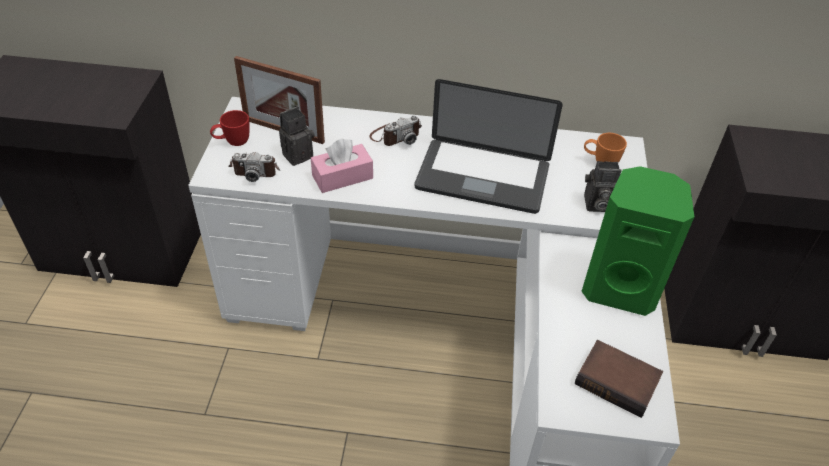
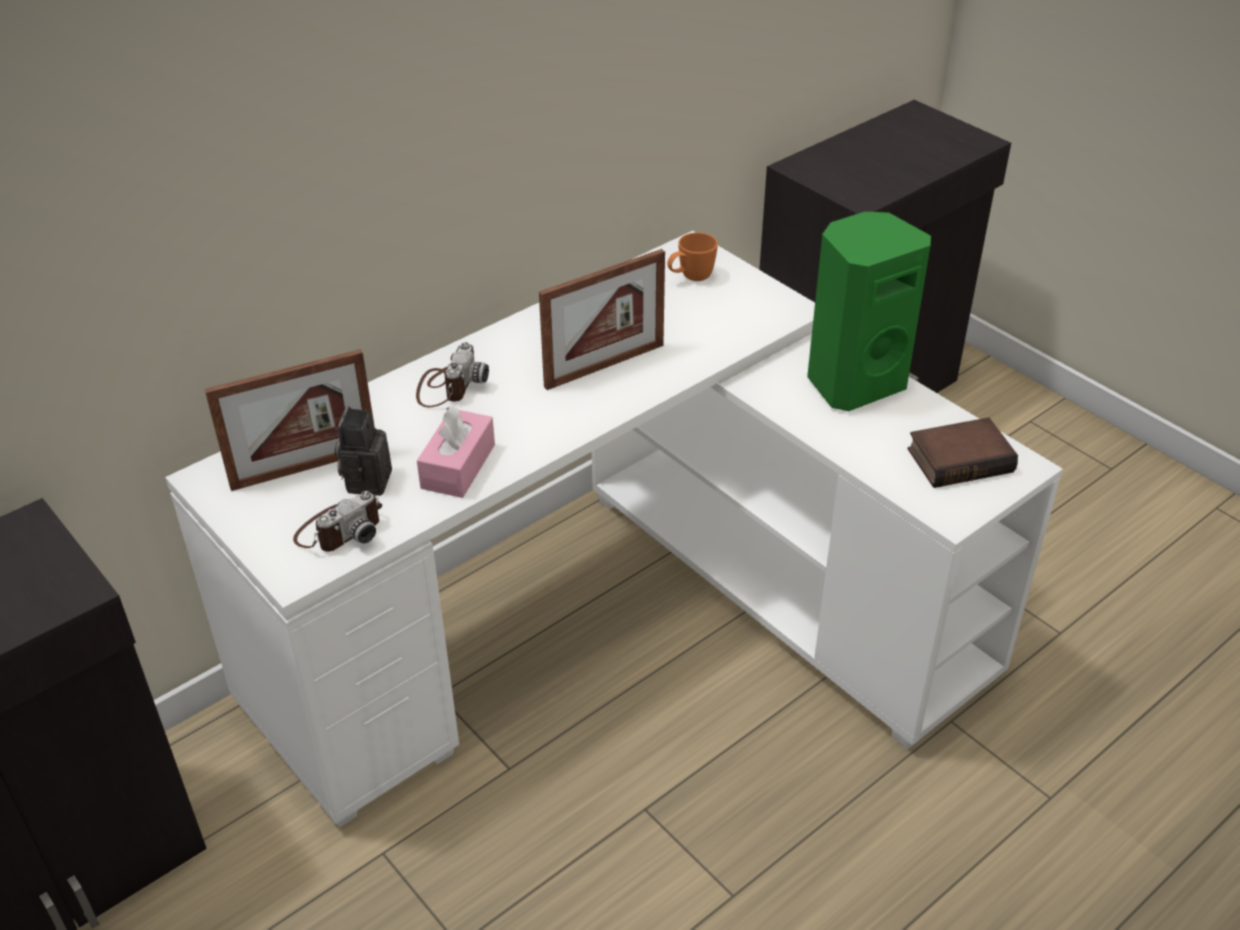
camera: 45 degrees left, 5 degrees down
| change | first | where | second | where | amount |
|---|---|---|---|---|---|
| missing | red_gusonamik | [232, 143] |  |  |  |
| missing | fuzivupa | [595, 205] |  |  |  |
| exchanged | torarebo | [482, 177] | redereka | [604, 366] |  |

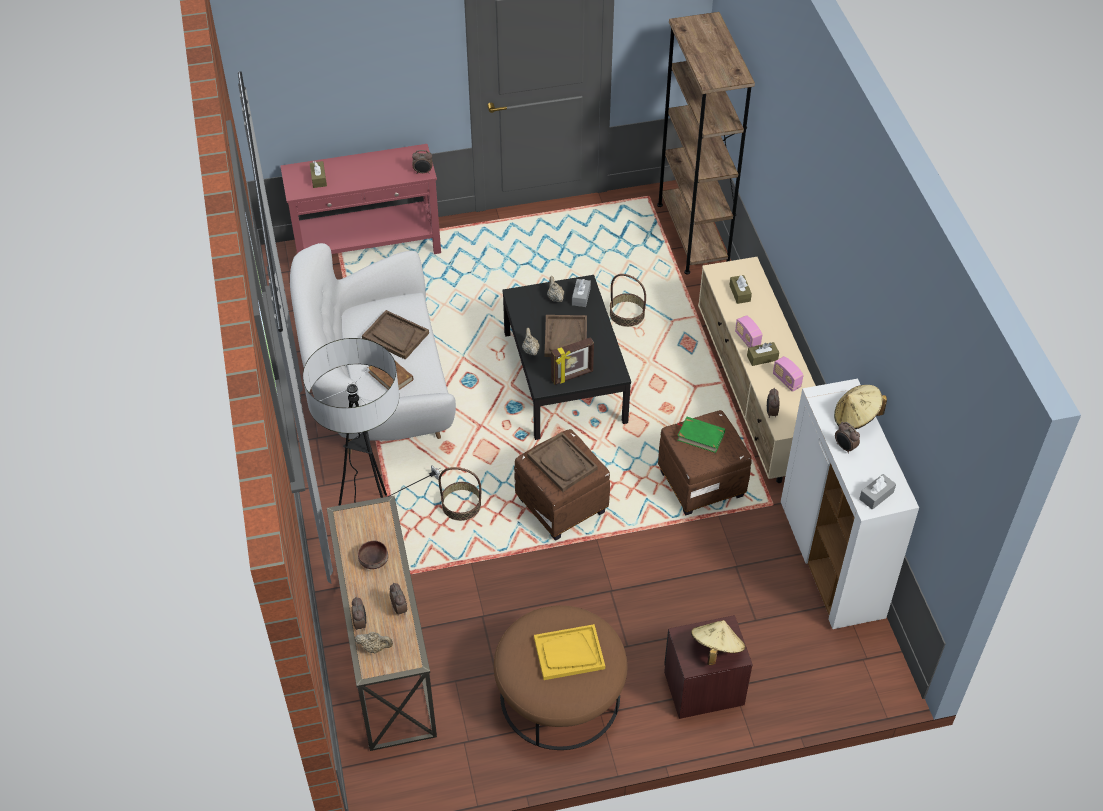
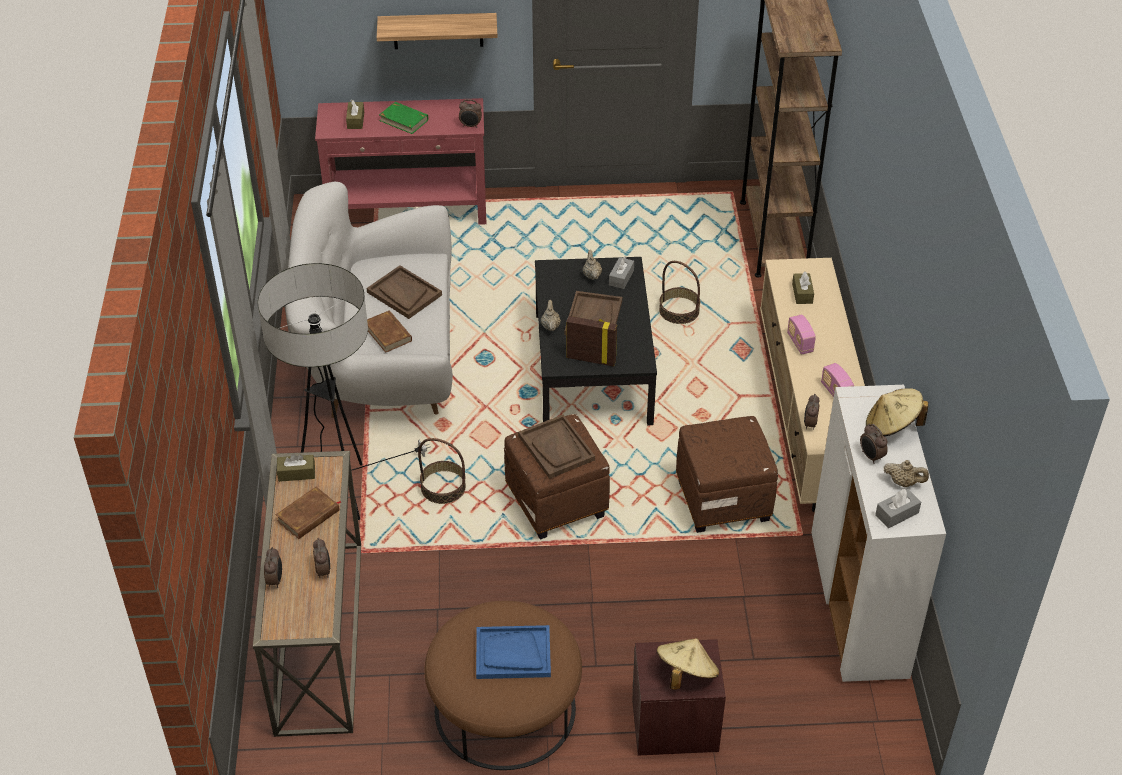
camera: 10 degrees right, 5 degrees down
| change | first | where | second | where | amount |
|---|---|---|---|---|---|
| appeared |  |  | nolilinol | [438, 30] |  |
| relocated | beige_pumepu | [375, 647] |  | [903, 482] |  |
| relocated | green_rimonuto | [700, 436] |  | [404, 120] |  |
| relocated | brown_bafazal | [762, 358] |  | [296, 473] |  |
| exchanged | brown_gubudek | [374, 560] | brown_rimonuto | [308, 516] |  |
| colour | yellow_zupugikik | [569, 653] | blue_zupugikik | [513, 654] |  |
| spun | redereka | [572, 376] |  | [591, 359] | 150 degrees counterclockwise |

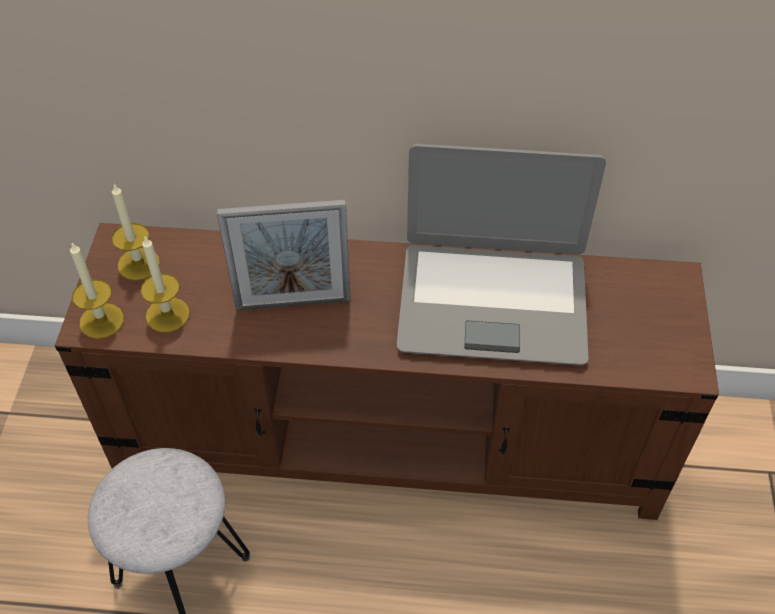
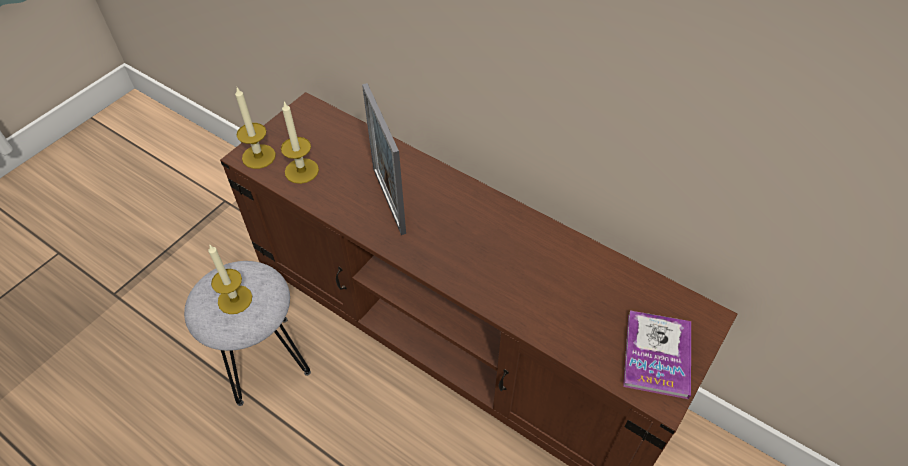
camera: 30 degrees right, 0 degrees up
| change | first | where | second | where | amount |
|---|---|---|---|---|---|
| missing | torarebo | [492, 302] |  |  |  |
| appeared |  |  | rimonuto | [657, 355] |  |
| relocated | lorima | [138, 264] |  | [235, 299] |  |
| spun | redereka | [293, 303] |  | [389, 200] | 45 degrees clockwise |

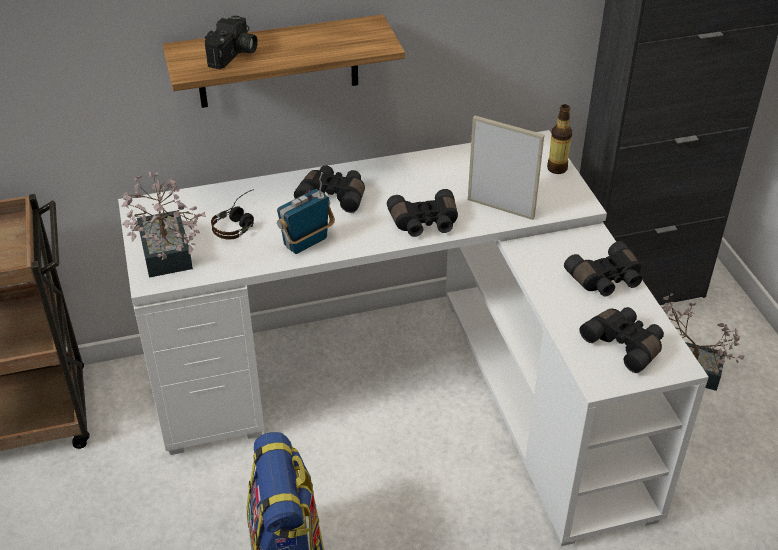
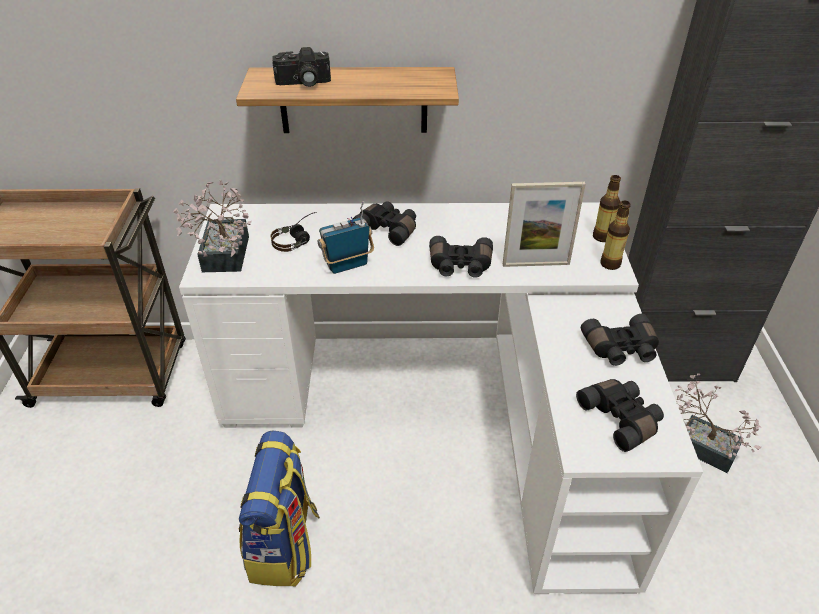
camera: 15 degrees right, 0 degrees up
| change | first | where | second | where | amount |
|---|---|---|---|---|---|
| appeared |  |  | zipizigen | [610, 264] |  |
| spun | fuzivupa | [234, 55] |  | [303, 83] | 45 degrees clockwise |
| spun | redereka | [500, 208] |  | [536, 264] | 135 degrees clockwise |

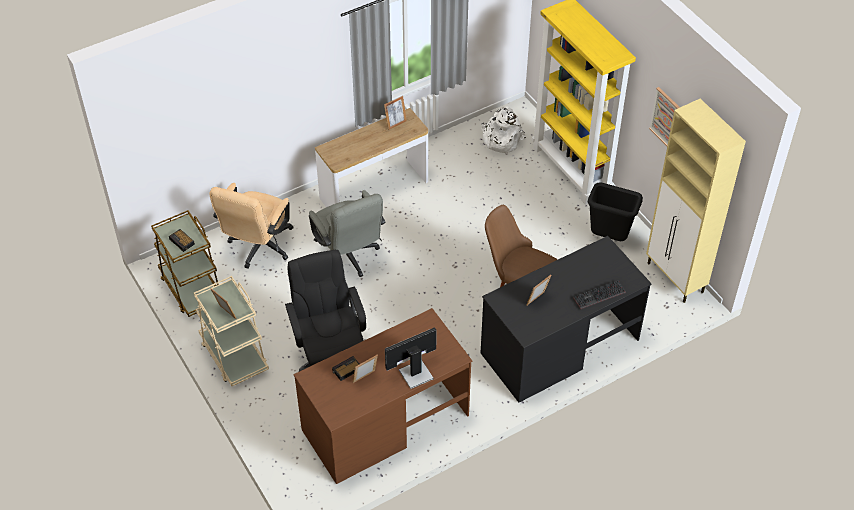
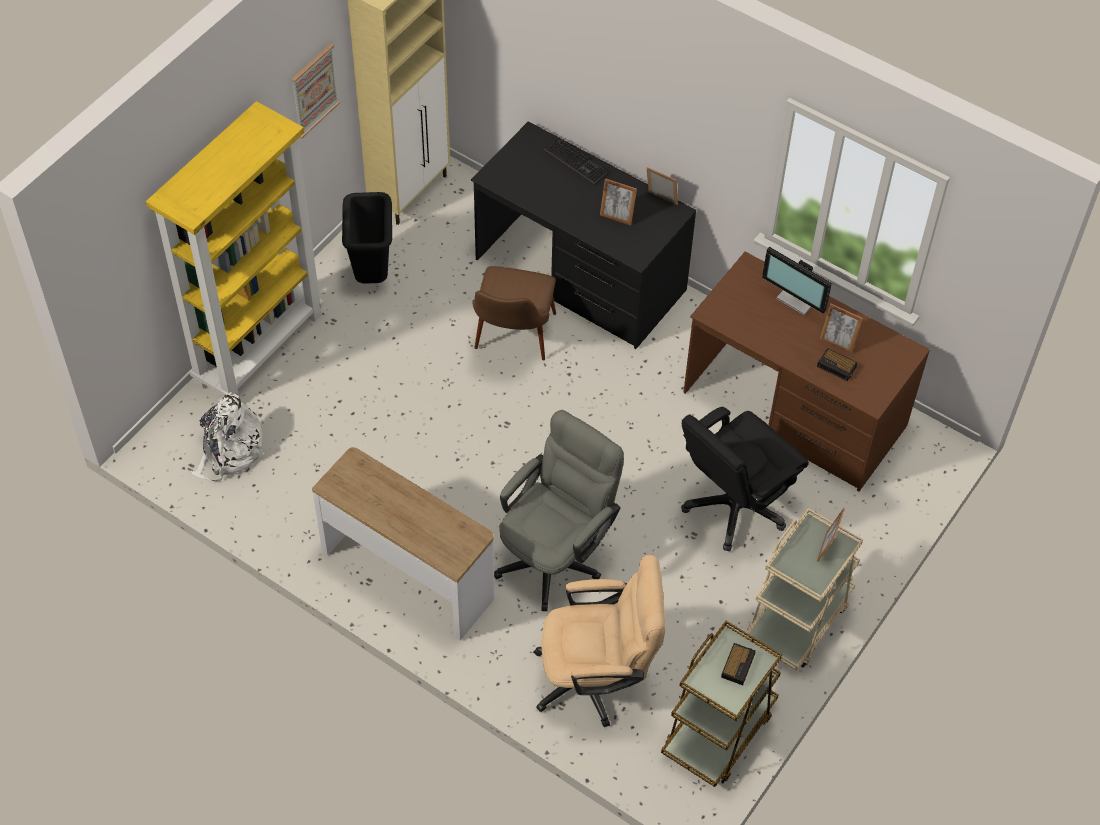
camera: 115 degrees left, 5 degrees up
| change | first | where | second | where | amount |
|---|---|---|---|---|---|
| relocated | redereka | [395, 123] |  | [661, 201] |  |

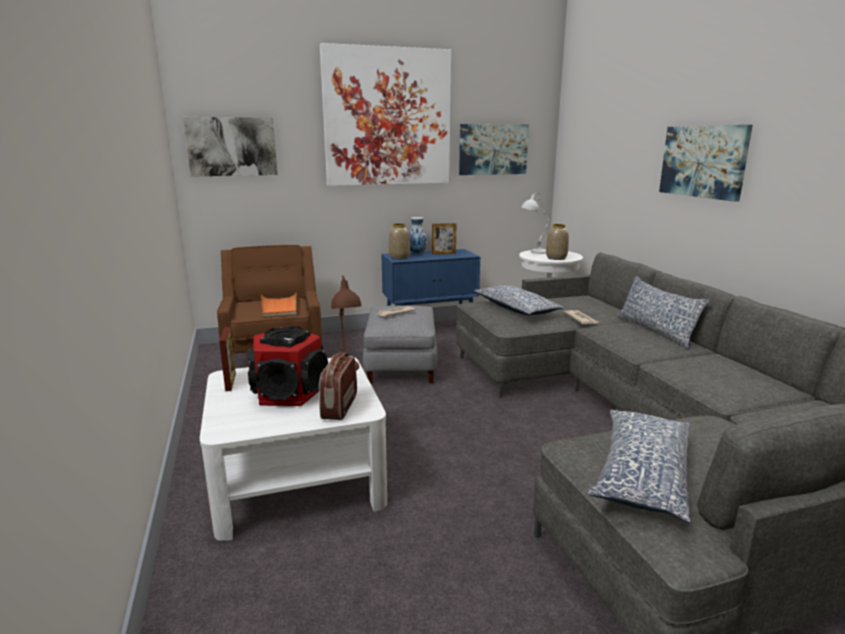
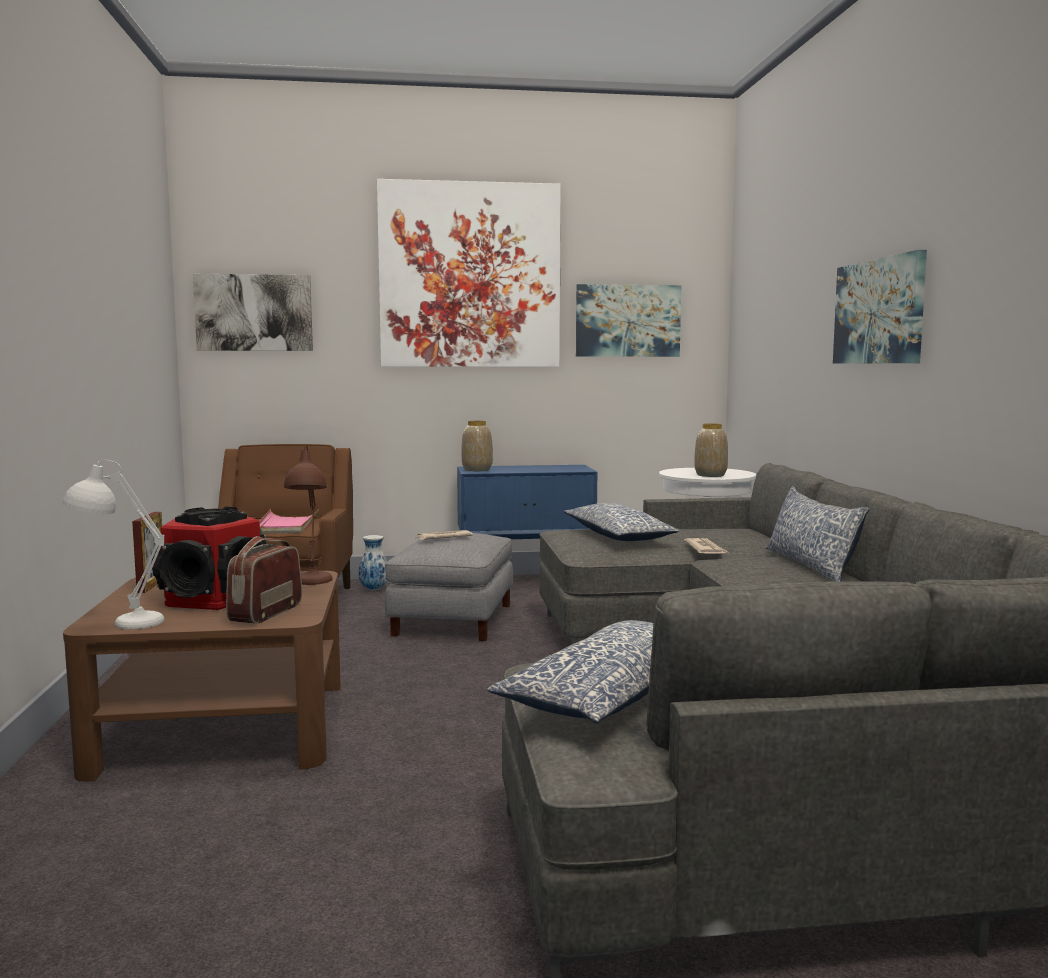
camera: 10 degrees right, 10 degrees down
| change | first | where | second | where | amount |
|---|---|---|---|---|---|
| missing | redereka | [444, 253] |  |  |  |
| relocated | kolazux | [417, 253] |  | [374, 589] |  |
| relocated | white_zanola | [533, 252] |  | [118, 623] |  |
| colour | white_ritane | [298, 477] | brown_ritane | [224, 726] |  |
| colour | orange_zupugikik | [279, 307] | pink_zupugikik | [286, 525] |  |

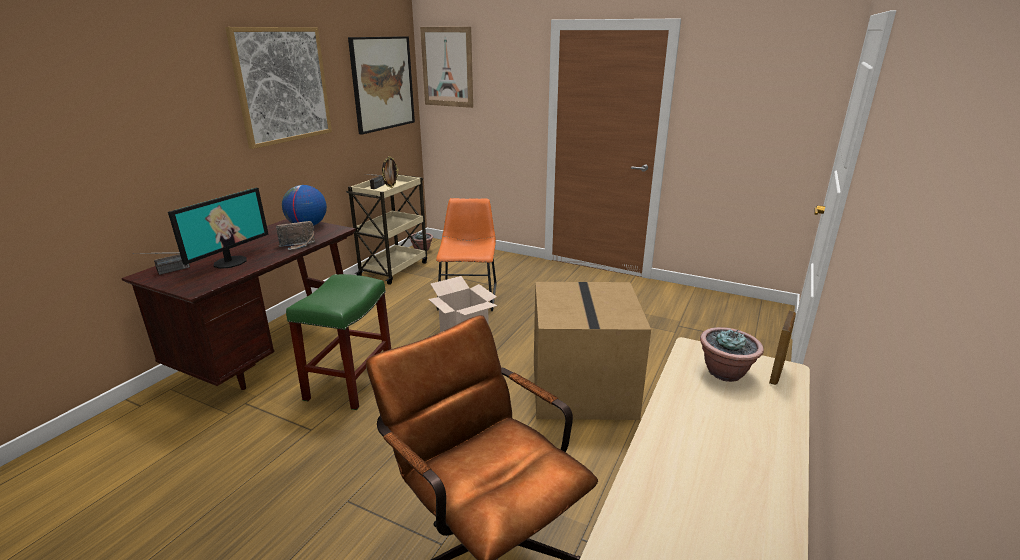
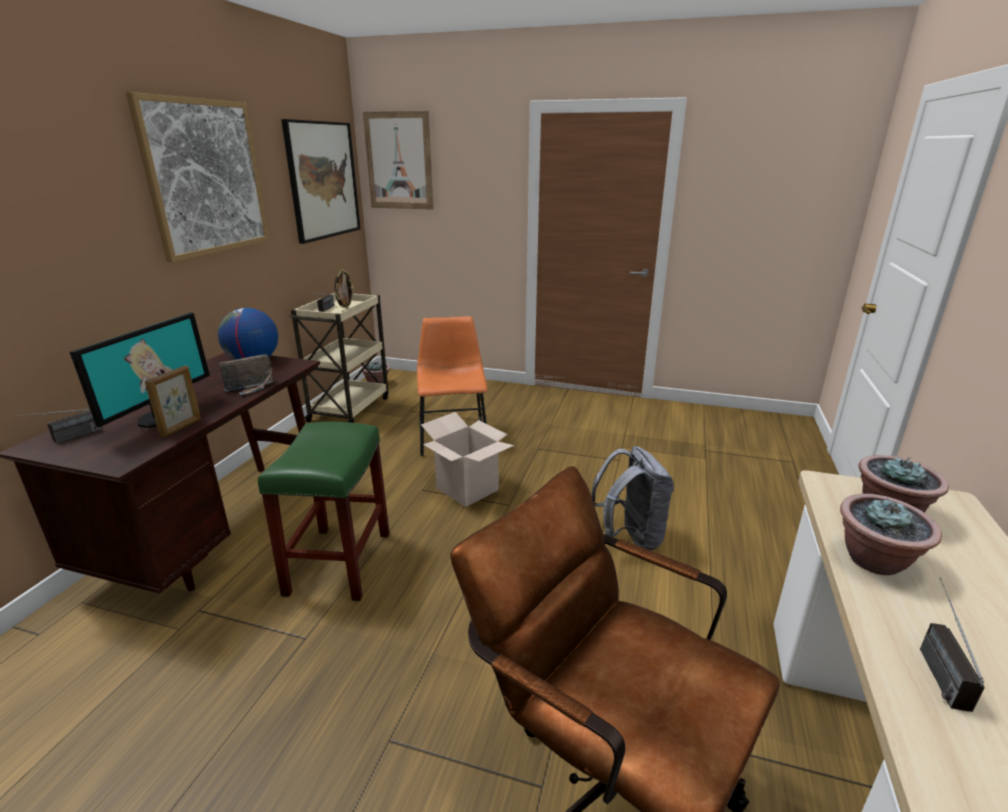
camera: 10 degrees left, 0 degrees up
| change | first | where | second | where | amount |
|---|---|---|---|---|---|
| appeared |  |  | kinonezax | [875, 561] |  |
| appeared |  |  | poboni | [933, 662] |  |
| relocated | redereka | [776, 373] |  | [182, 428] |  |
| exchanged | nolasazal | [580, 387] | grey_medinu | [630, 537] |  |

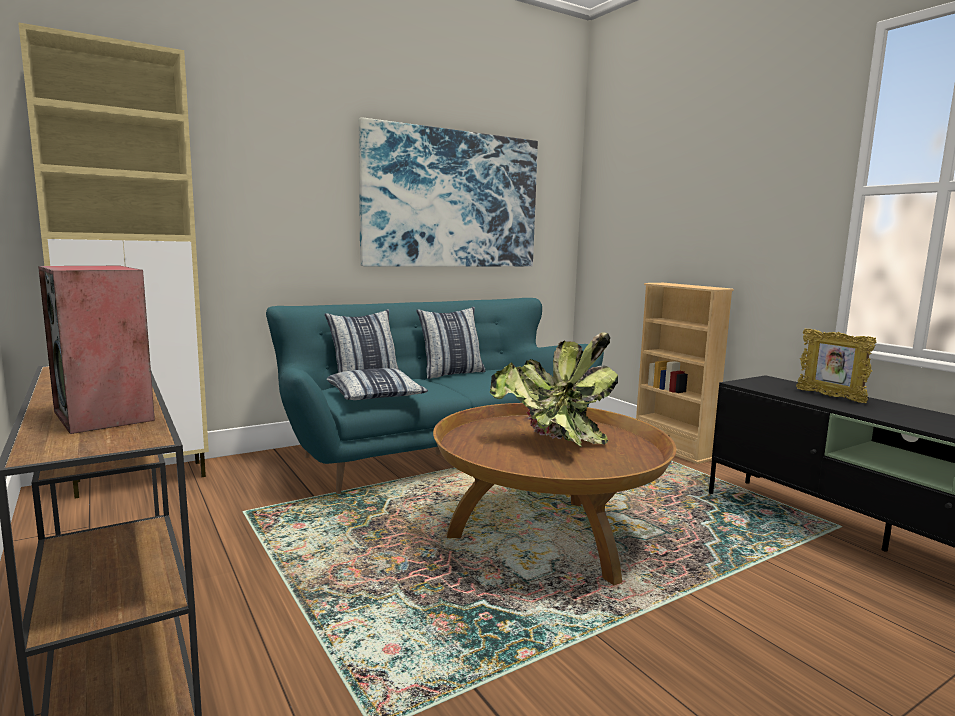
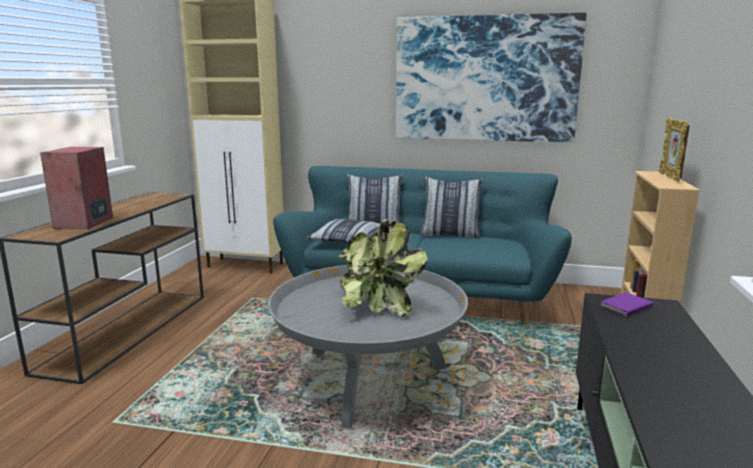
camera: 45 degrees right, 5 degrees up
| change | first | where | second | where | amount |
|---|---|---|---|---|---|
| appeared |  |  | purple_rimonuto | [627, 307] |  |
| relocated | redereka | [830, 396] |  | [669, 178] |  |
| colour | brown_ritane | [546, 536] | grey_ritane | [369, 379] |  |

